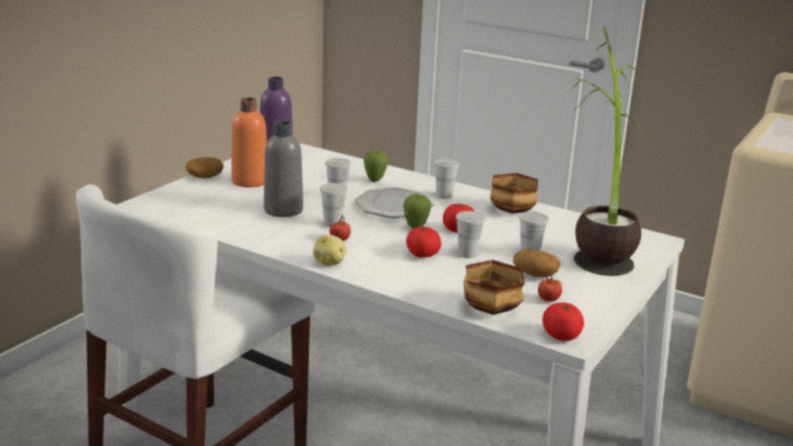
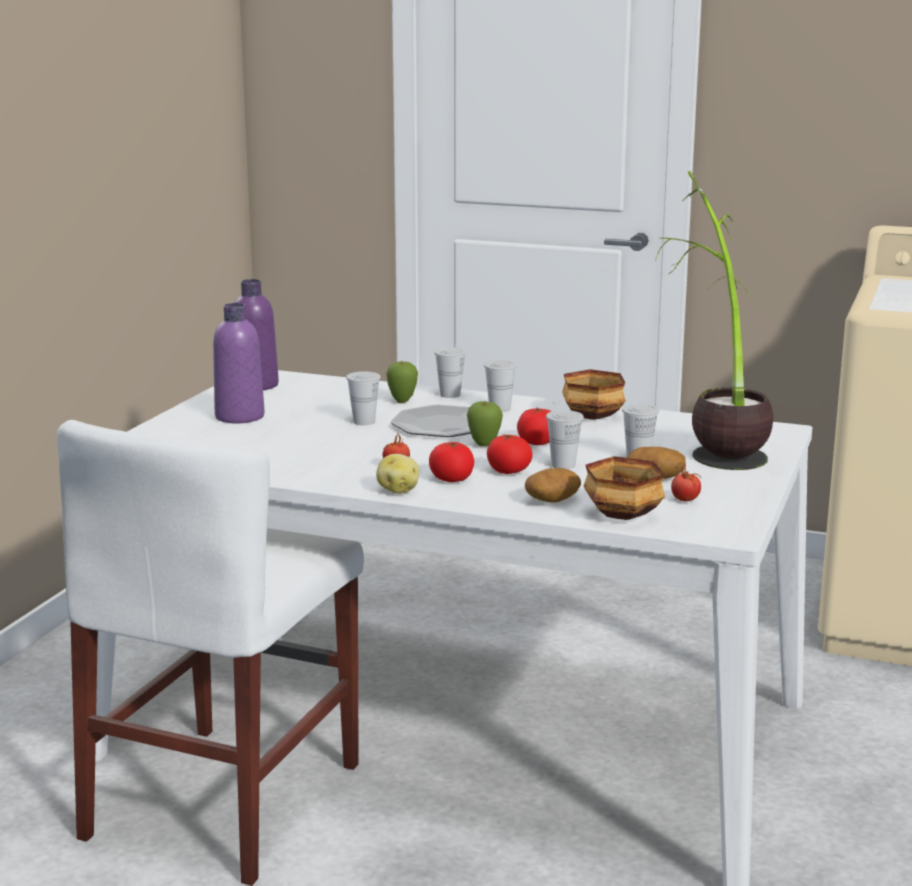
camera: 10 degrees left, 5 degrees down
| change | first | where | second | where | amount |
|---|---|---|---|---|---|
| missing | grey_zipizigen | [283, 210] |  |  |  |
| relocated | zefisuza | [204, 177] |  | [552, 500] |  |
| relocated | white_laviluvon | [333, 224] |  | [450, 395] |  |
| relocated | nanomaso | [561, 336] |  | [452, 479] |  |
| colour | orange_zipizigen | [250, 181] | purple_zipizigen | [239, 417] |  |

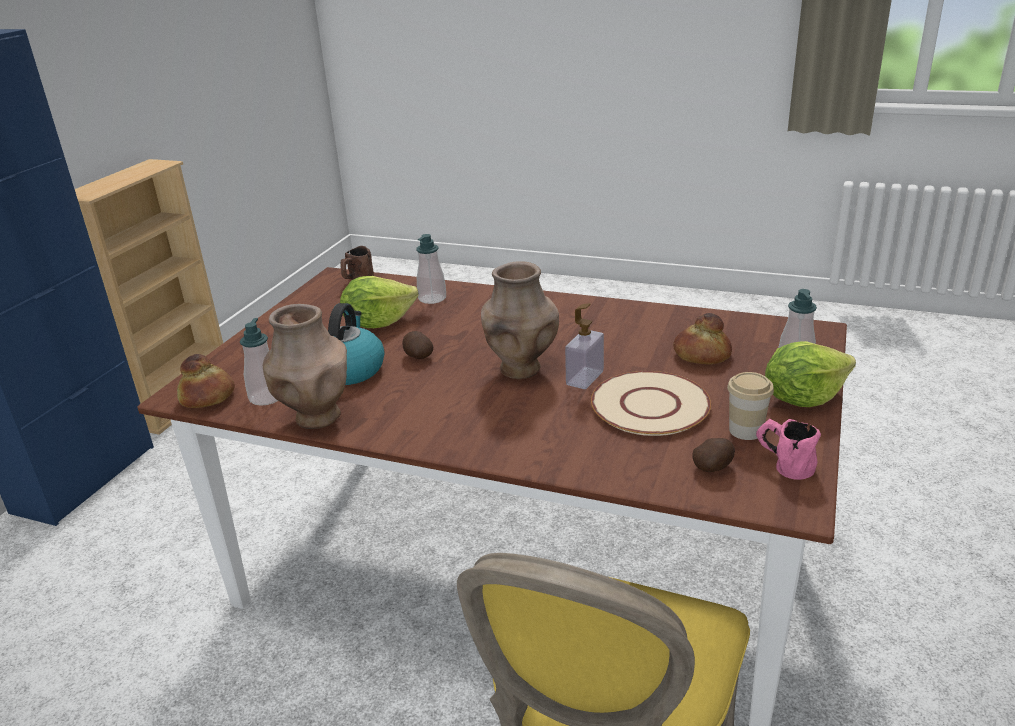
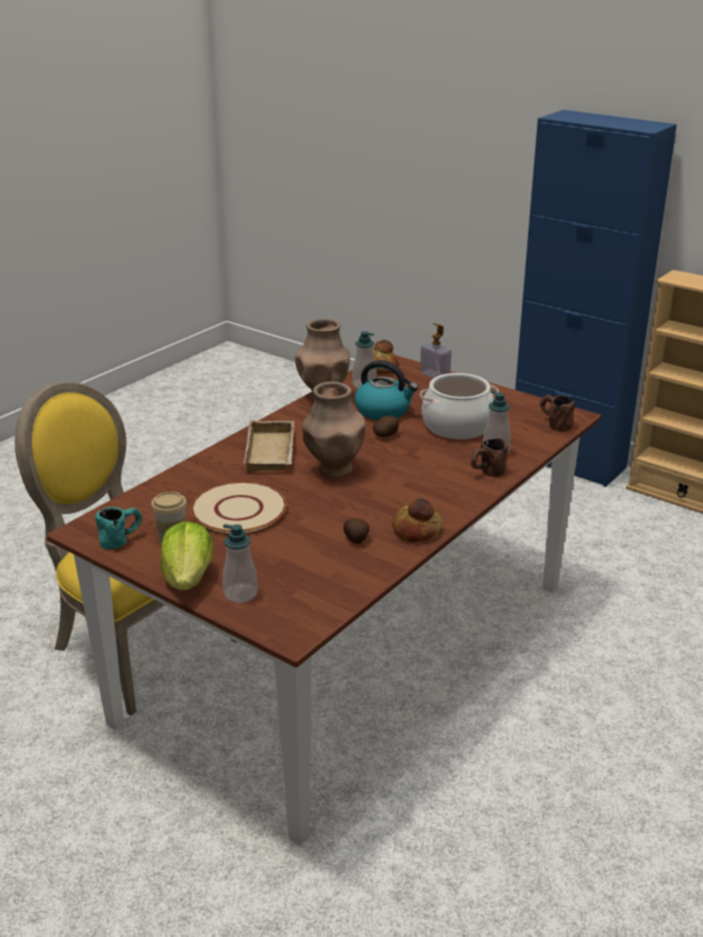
camera: 105 degrees right, 0 degrees up
| change | first | where | second | where | amount |
|---|---|---|---|---|---|
| appeared |  |  | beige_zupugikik | [272, 452] |  |
| appeared |  |  | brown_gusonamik | [486, 473] |  |
| relocated | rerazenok | [585, 378] |  | [435, 375] |  |
| relocated | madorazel | [701, 355] |  | [417, 530] |  |
| relocated | zefisuza | [713, 467] |  | [356, 539] |  |
| exchanged | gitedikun | [378, 323] | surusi | [457, 426] |  |
| colour | pink_gusonamik | [783, 465] | turquoise_gusonamik | [122, 539] |  |

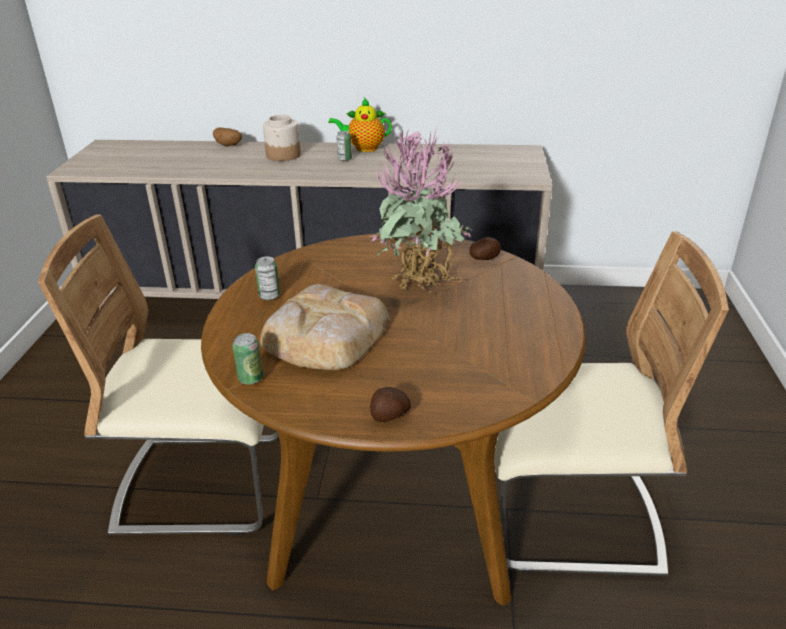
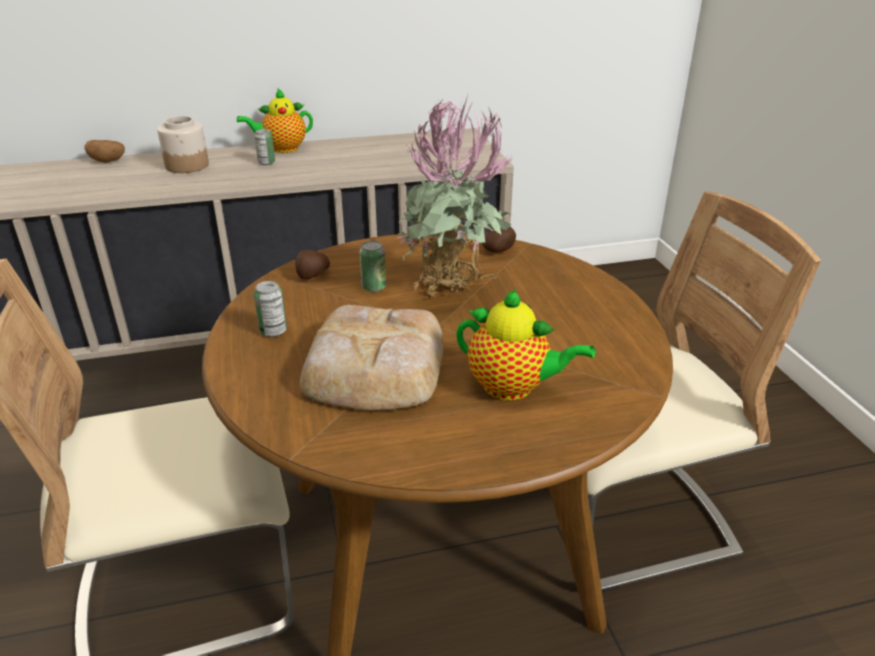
camera: 20 degrees left, 0 degrees up
| change | first | where | second | where | amount |
|---|---|---|---|---|---|
| appeared |  |  | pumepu | [513, 388] |  |
| relocated | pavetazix | [251, 378] |  | [374, 287] |  |
| relocated | zefisuza | [389, 416] |  | [312, 276] |  |

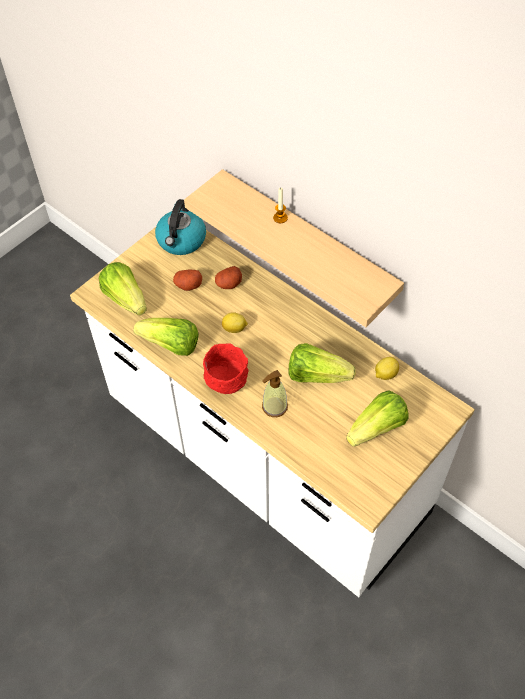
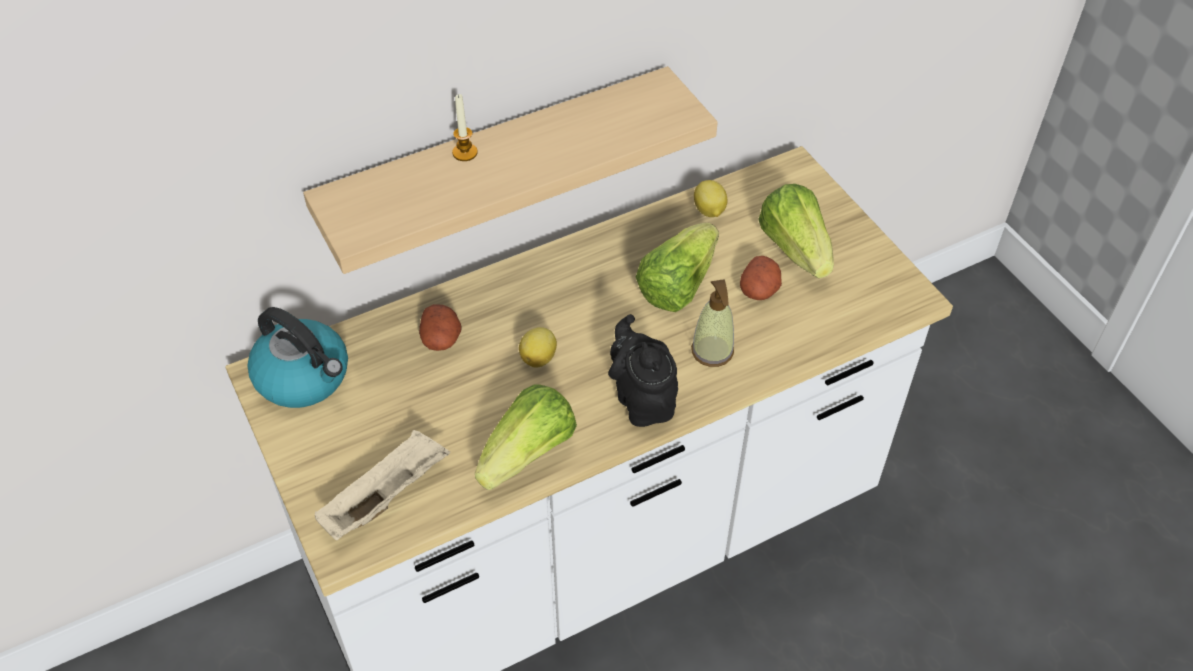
camera: 70 degrees left, 5 degrees down
| change | first | where | second | where | amount |
|---|---|---|---|---|---|
| relocated | zefisuza | [188, 285] |  | [759, 290] |  |
| exchanged | gitedikun | [125, 298] | beige_zupugikik | [386, 496] |  |
| exchanged | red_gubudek | [225, 384] | black_pumepu | [642, 400] |  |

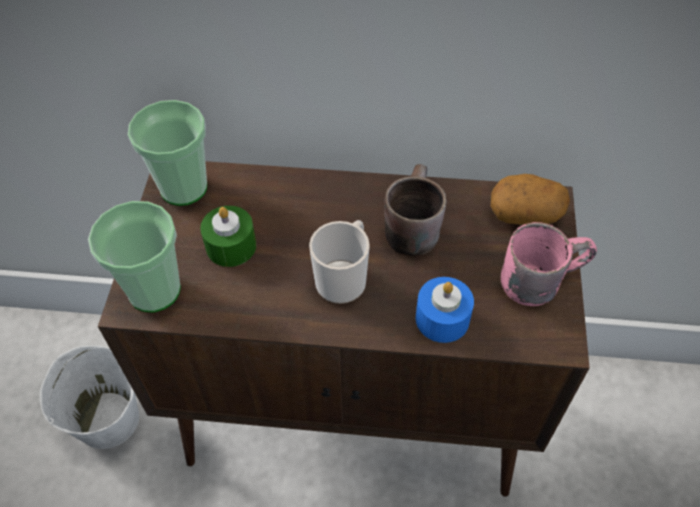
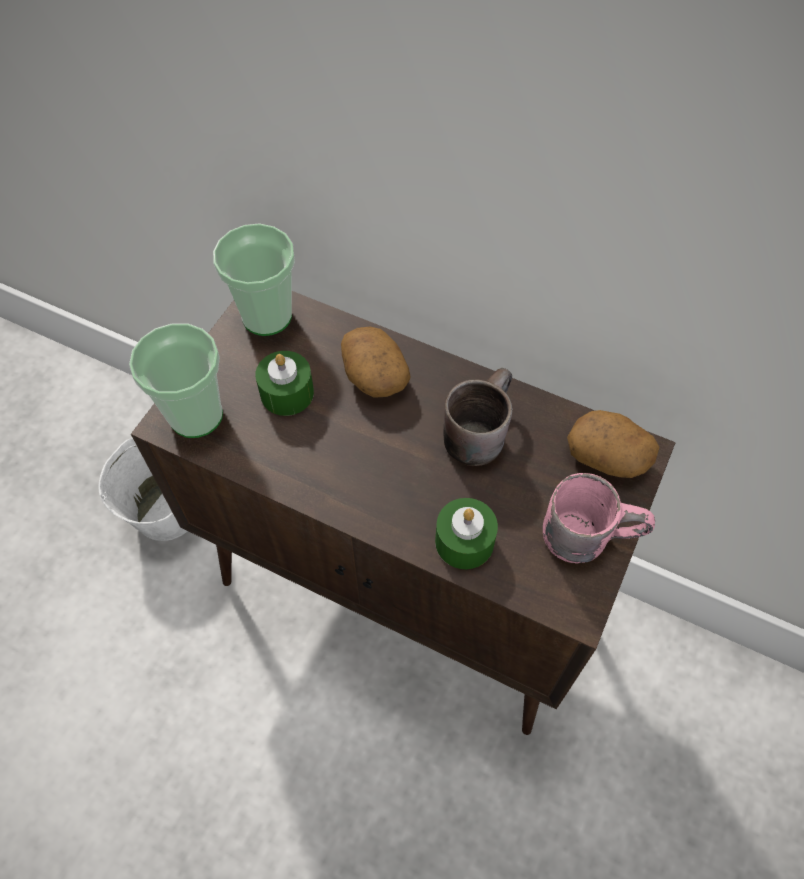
camera: 20 degrees right, 5 degrees up
| change | first | where | second | where | amount |
|---|---|---|---|---|---|
| missing | gusonamik | [344, 278] |  |  |  |
| appeared |  |  | zefisuza | [374, 375] |  |
| colour | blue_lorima | [442, 319] | green_lorima | [464, 541] |  |

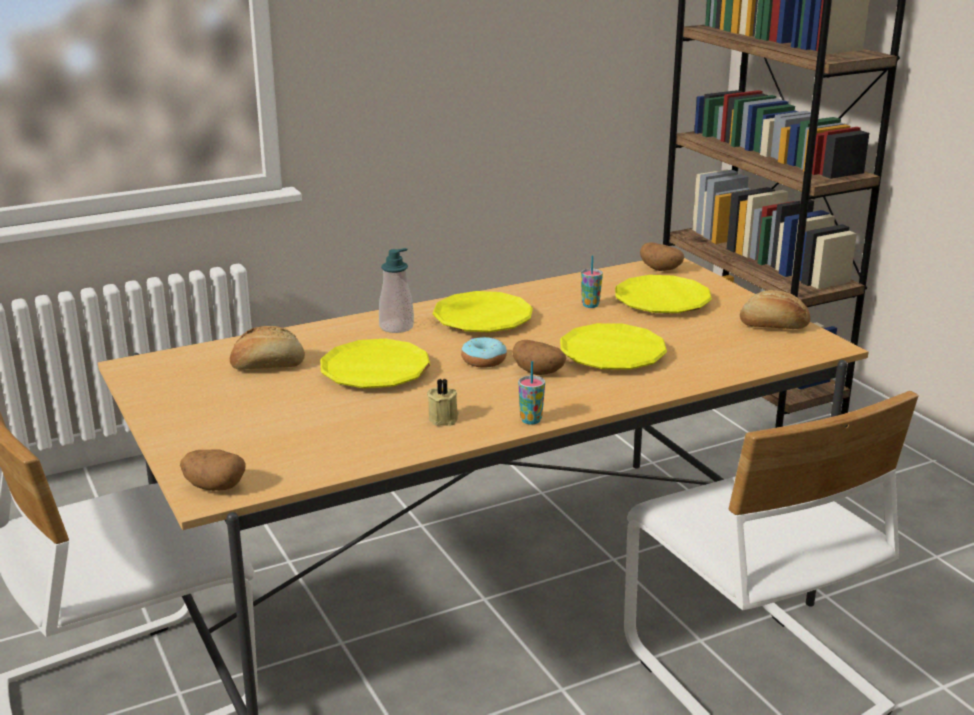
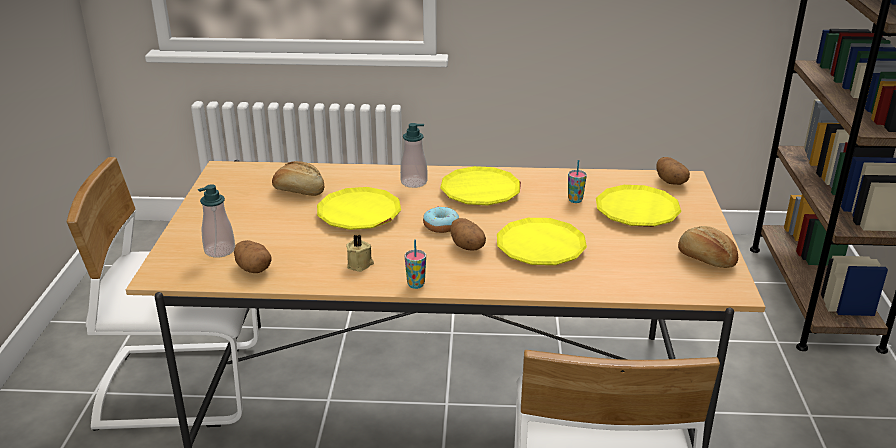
camera: 30 degrees right, 5 degrees up
| change | first | where | second | where | amount |
|---|---|---|---|---|---|
| appeared |  |  | rerazenok | [220, 250] |  |
| relocated | zefisuza | [214, 487] |  | [253, 268] |  |

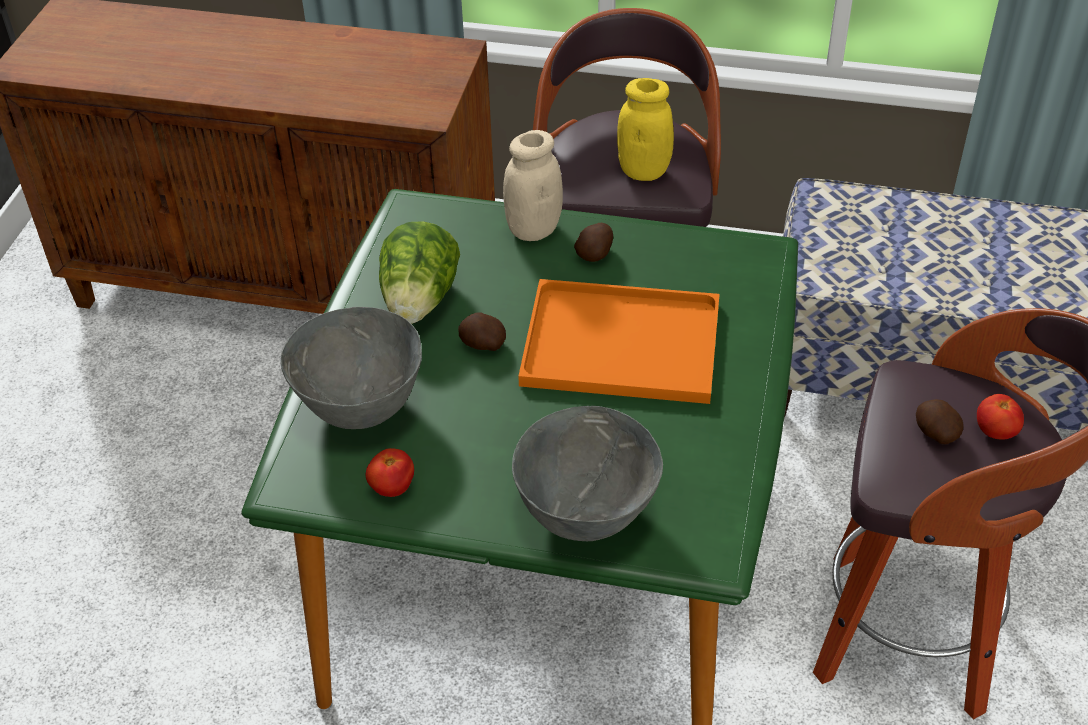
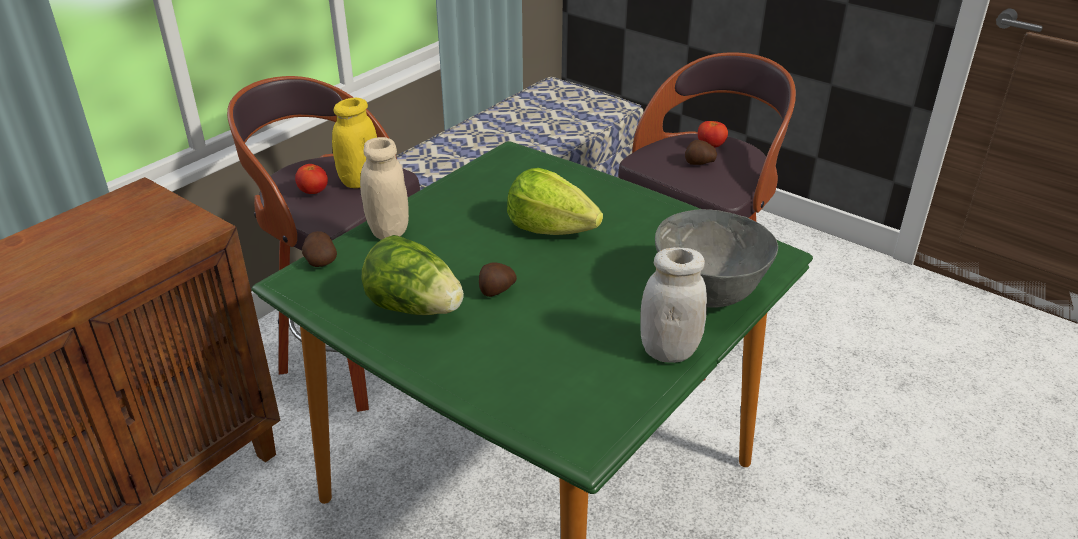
camera: 65 degrees left, 10 degrees down
| change | first | where | second | where | amount |
|---|---|---|---|---|---|
| missing | grey_gubudek | [360, 407] |  |  |  |
| appeared |  |  | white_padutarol | [669, 351] |  |
| relocated | nanomaso | [392, 487] |  | [313, 192] |  |
| relocated | zefisuza | [595, 254] |  | [320, 261] |  |
| exchanged | orange_zupugikik | [625, 343] | gitedikun | [550, 229] |  |

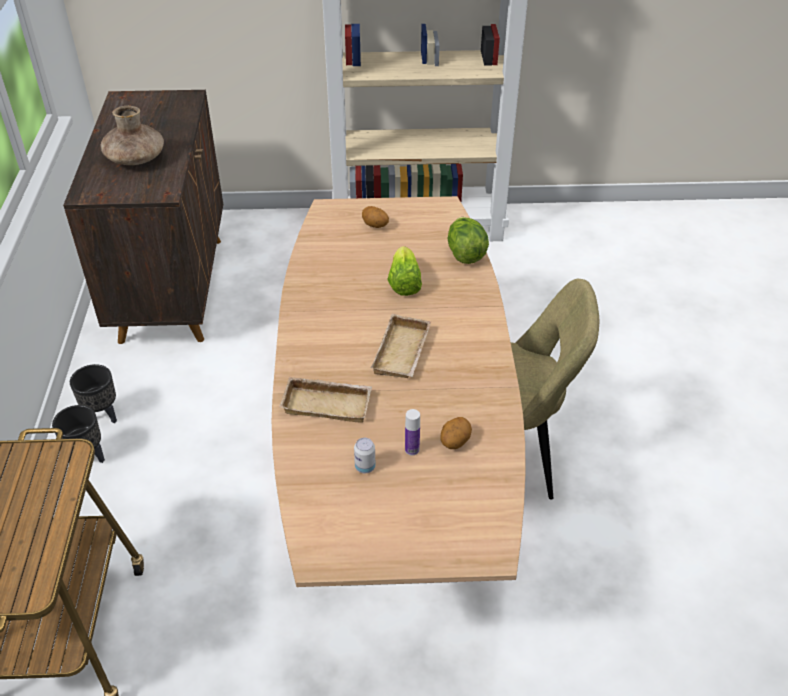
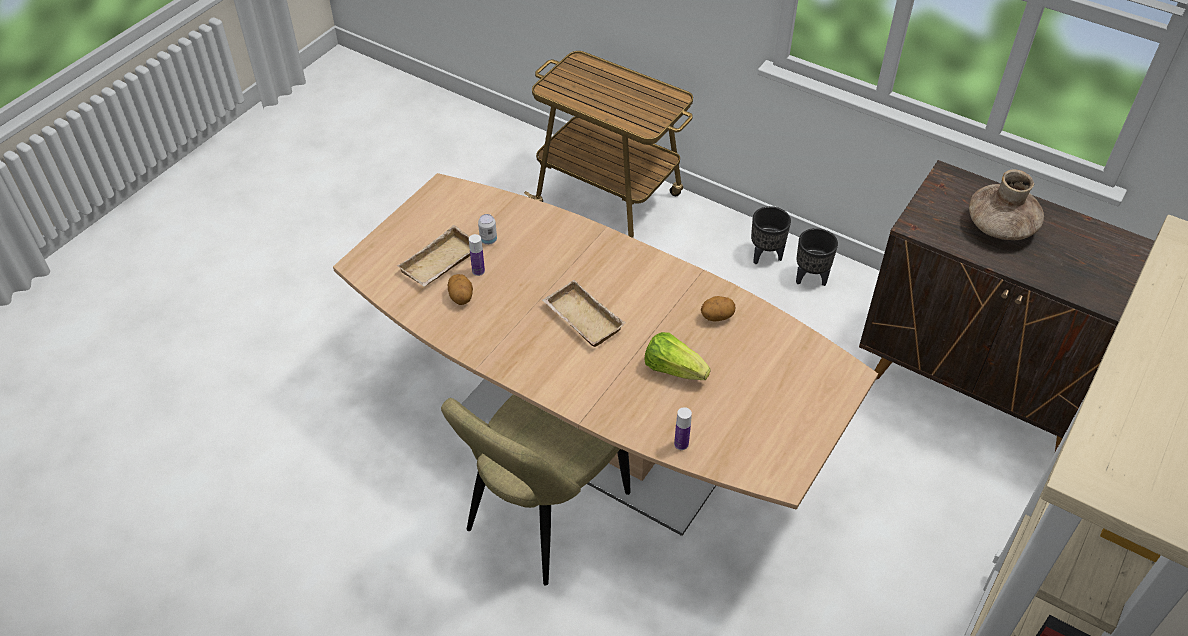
camera: 125 degrees right, 5 degrees up
| change | first | where | second | where | amount |
|---|---|---|---|---|---|
| relocated | beige_zupugikik | [328, 403] |  | [441, 264] |  |
| relocated | zefisuza | [375, 226] |  | [717, 317] |  |
| exchanged | gitedikun | [465, 254] | zipizigen | [681, 444] |  |

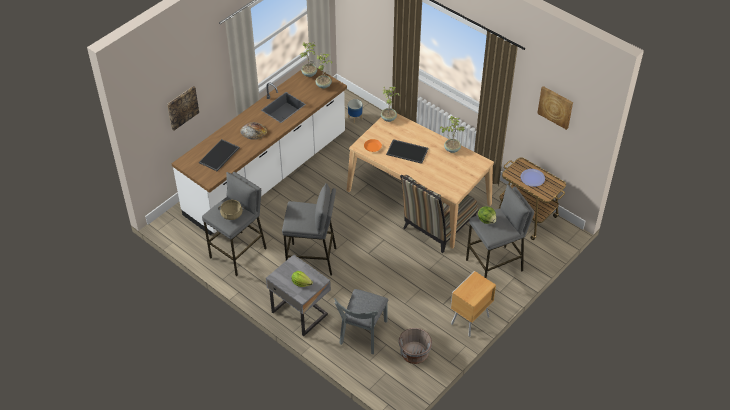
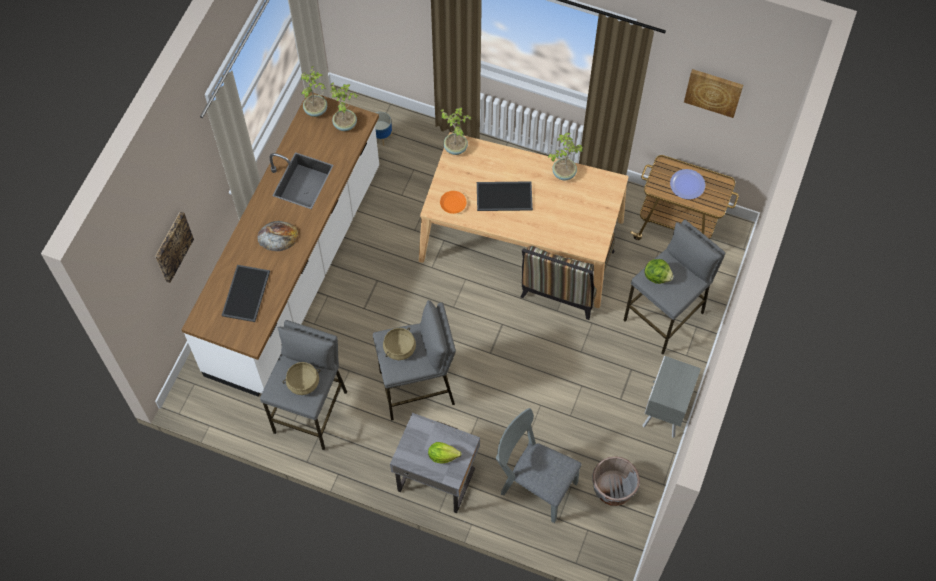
camera: 20 degrees left, 15 degrees up
| change | first | where | second | where | amount |
|---|---|---|---|---|---|
| appeared |  |  | beige_surusi | [399, 348] |  |
| colour | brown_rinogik | [469, 321] | grey_rinogik | [663, 413] |  |
| spun | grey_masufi | [362, 335] |  | [534, 484] | 120 degrees clockwise |

